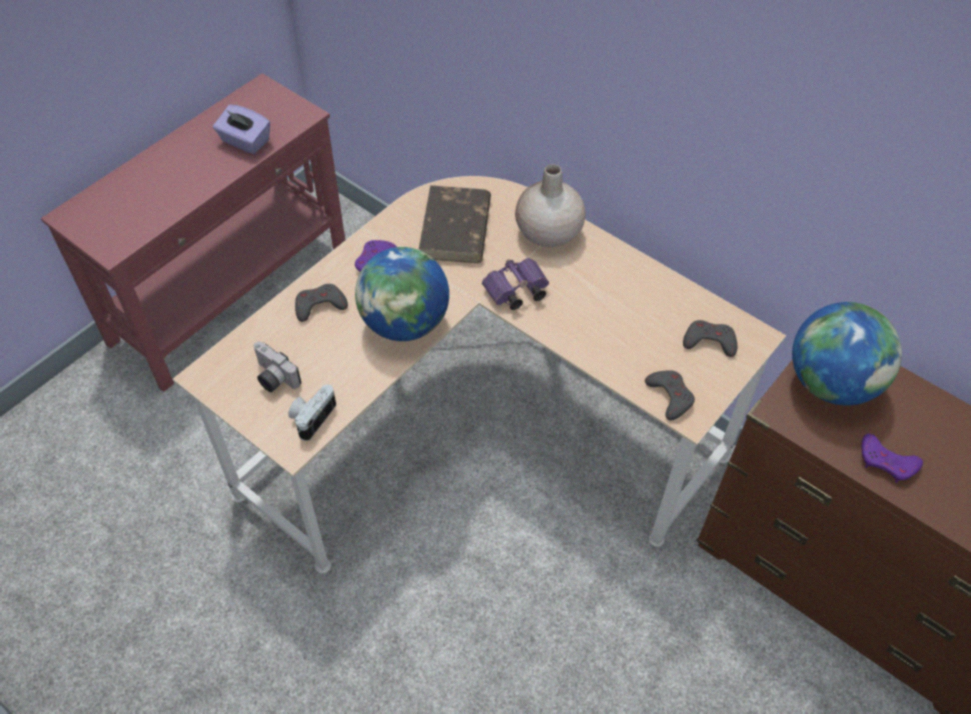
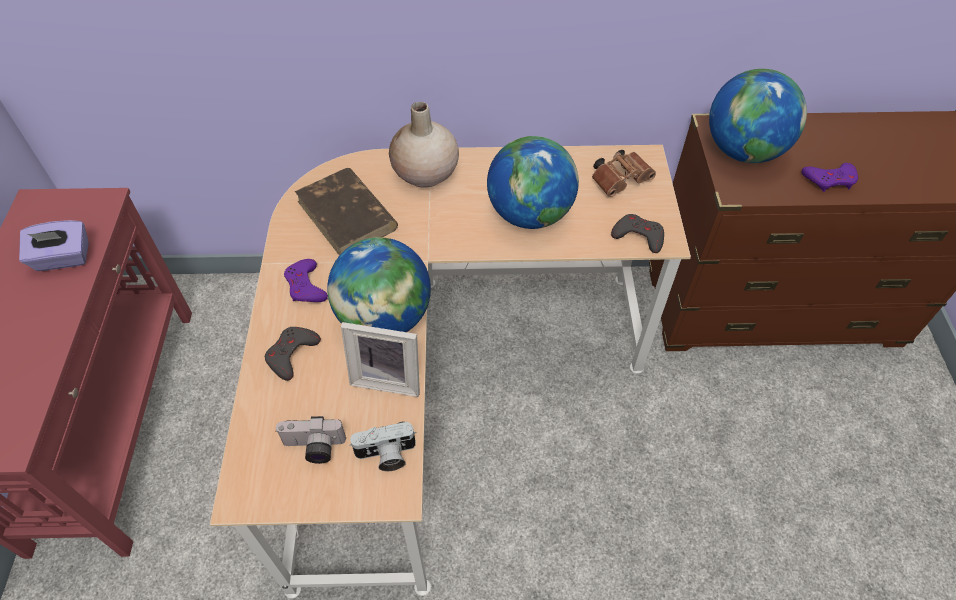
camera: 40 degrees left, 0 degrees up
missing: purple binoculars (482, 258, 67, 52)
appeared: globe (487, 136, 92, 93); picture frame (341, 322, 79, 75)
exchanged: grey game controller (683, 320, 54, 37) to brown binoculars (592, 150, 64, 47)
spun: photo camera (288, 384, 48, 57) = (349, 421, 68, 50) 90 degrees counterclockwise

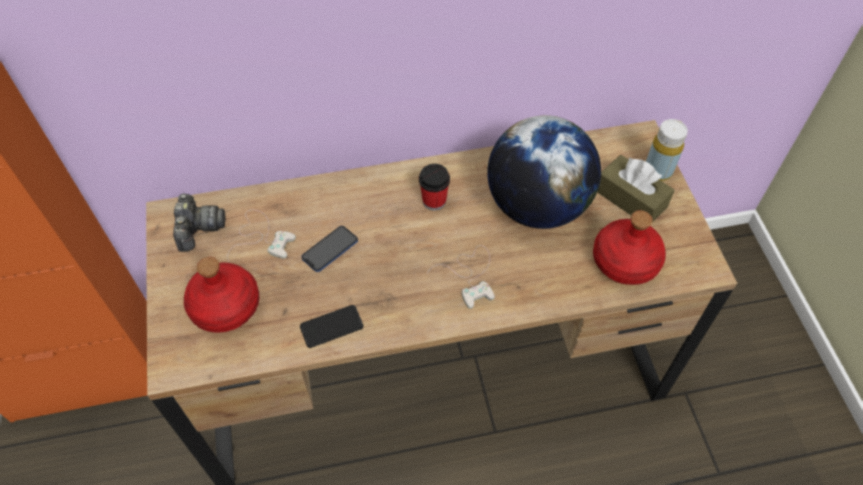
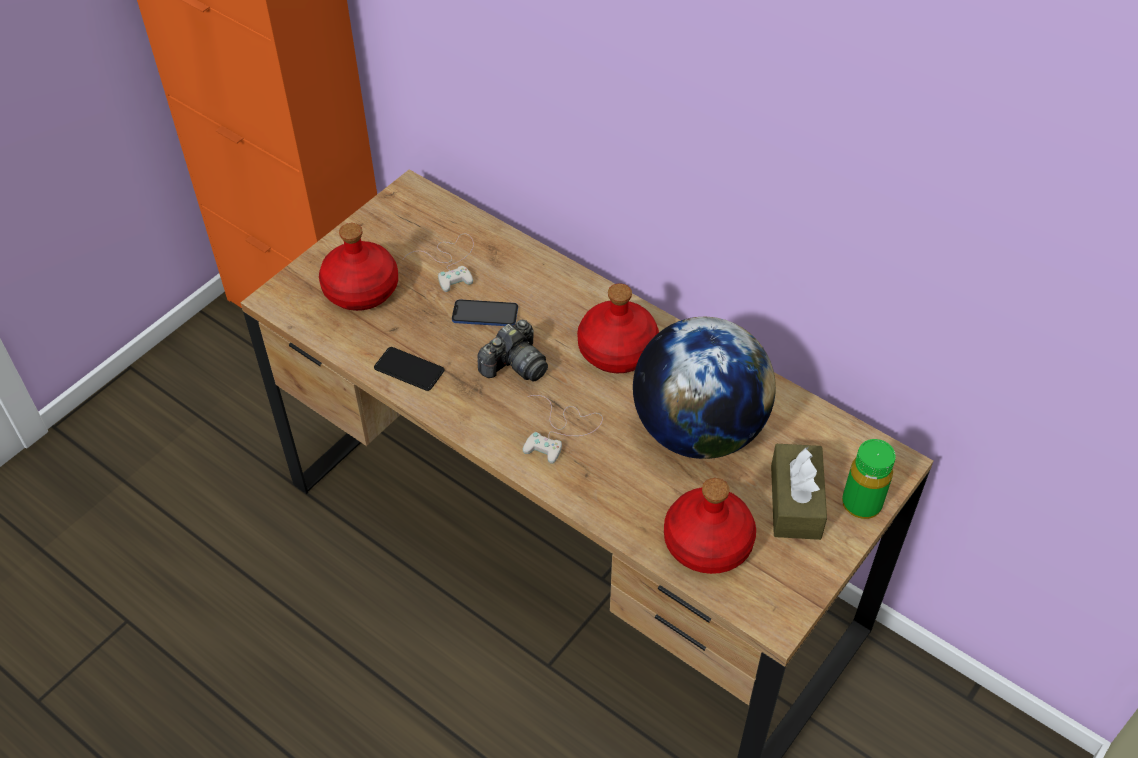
camera: 50 degrees right, 5 degrees down
relocated: photo camera (173, 193, 52, 59) to (478, 320, 70, 62)
exchanged: cup (419, 164, 31, 47) to red bottle (577, 284, 82, 89)
colour: yellow bottle (646, 119, 42, 62) to green bottle (842, 439, 54, 80)

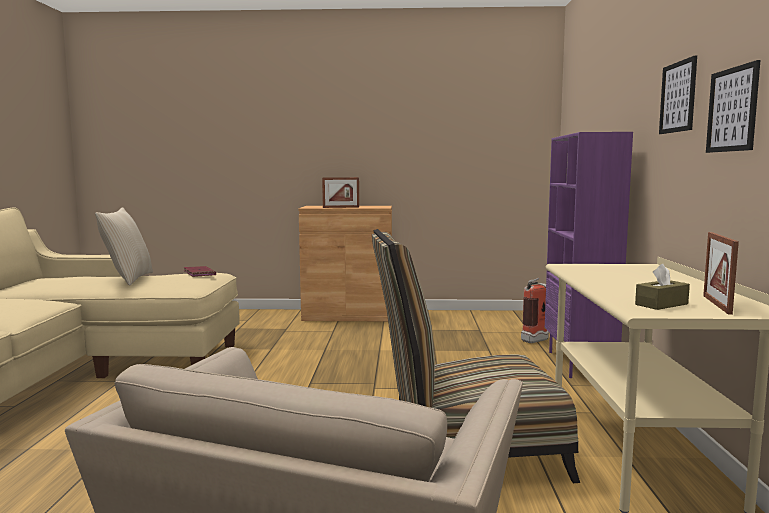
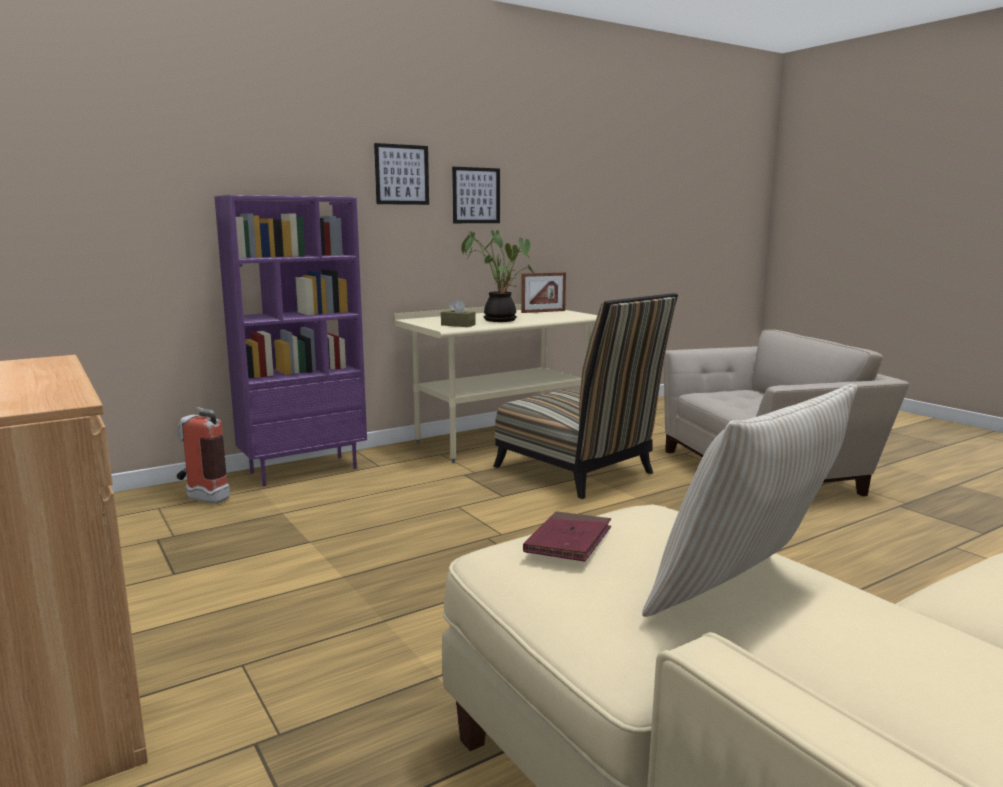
camera: 125 degrees left, 5 degrees up
missing: picture frame (322, 177, 37, 31)
appeared: potted plant (461, 230, 73, 92)
relocated: brown tissue box (635, 264, 55, 46) to (441, 299, 35, 28)

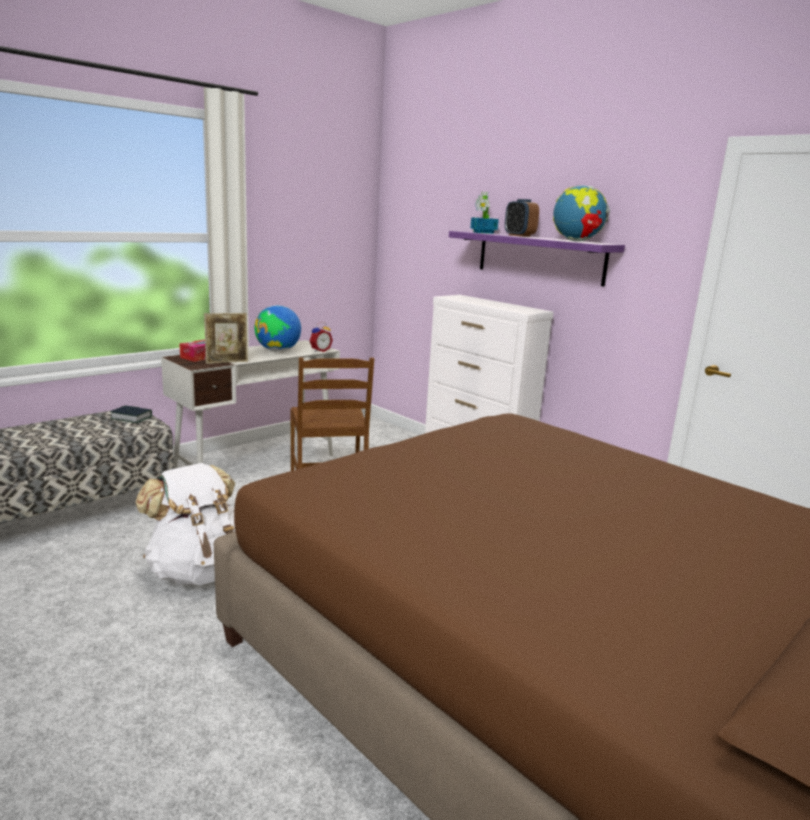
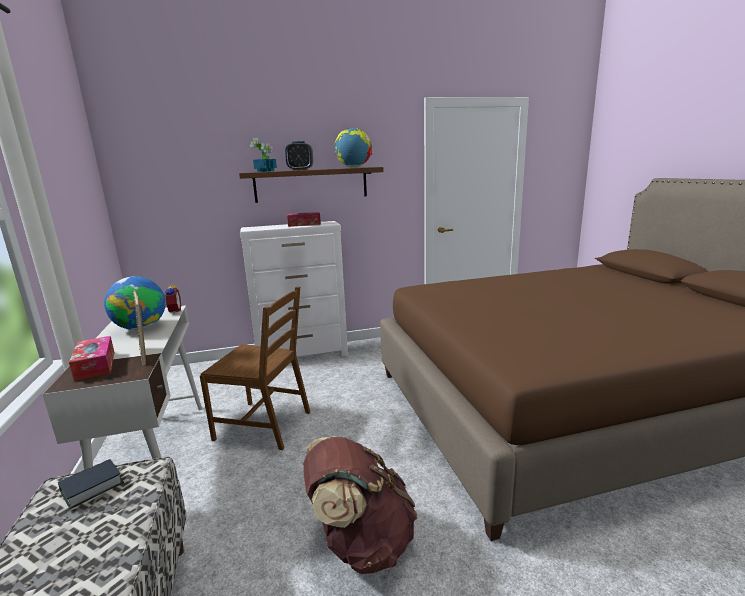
camera: 60 degrees left, 0 degrees up
appeared: tissue box (287, 212, 34, 15)
colour: purple shelf (449, 231, 176, 55) to brown shelf (239, 167, 144, 36); white backpack (135, 463, 100, 122) to brown backpack (303, 436, 114, 138)
spun: picture frame (204, 313, 44, 51) = (133, 291, 13, 75) 150 degrees clockwise

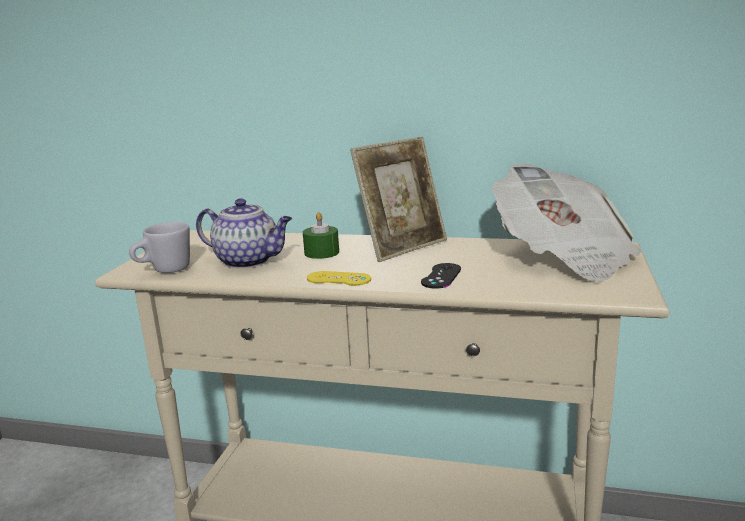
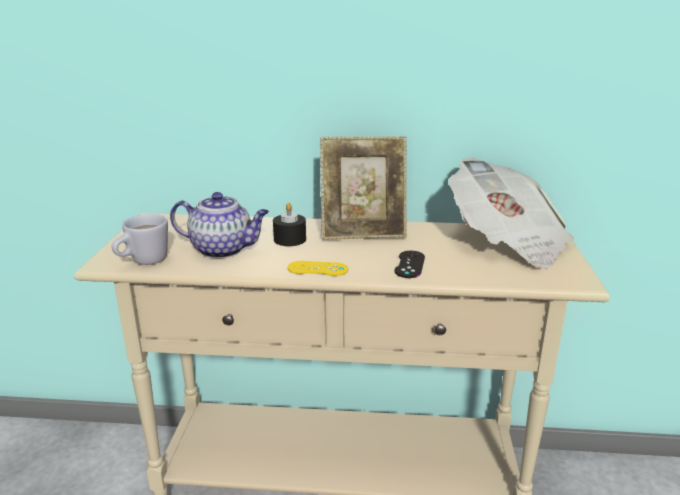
camera: 10 degrees left, 5 degrees up
colour: green candle (303, 212, 36, 47) to black candle (273, 203, 33, 43)
spun: picture frame (350, 137, 97, 125) = (320, 136, 87, 104) 45 degrees clockwise

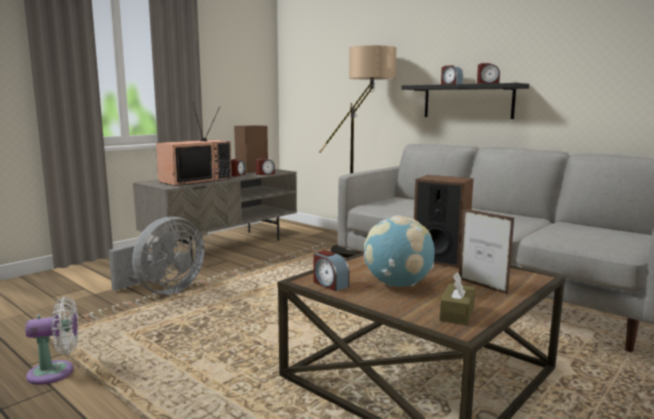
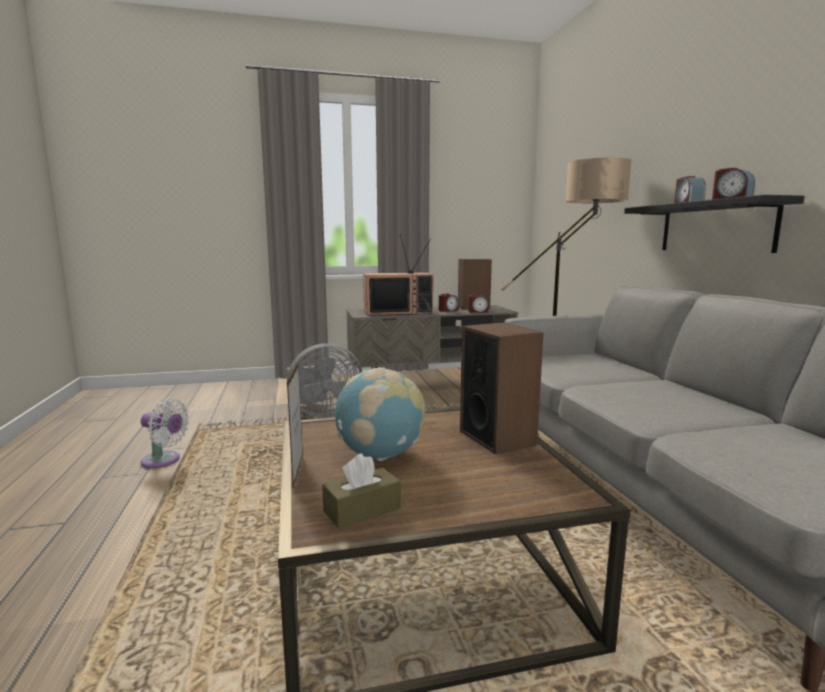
camera: 35 degrees right, 0 degrees up
missing: alarm clock (314, 250, 35, 41)
relocated: picture frame (459, 208, 55, 87) to (287, 363, 16, 125)

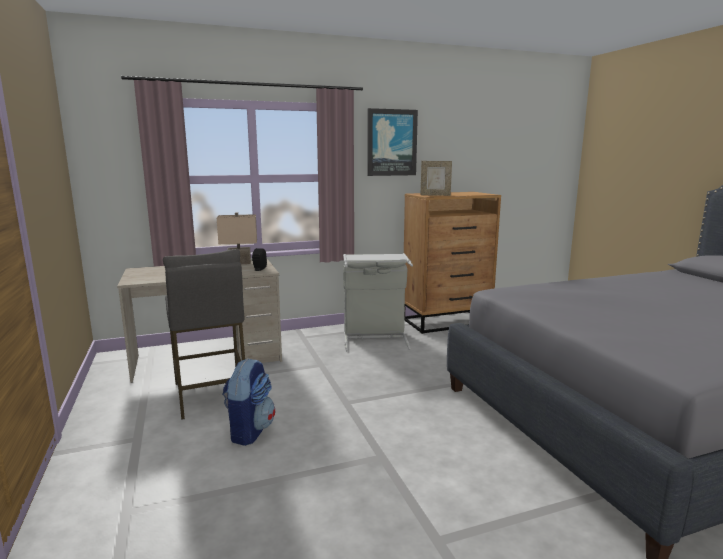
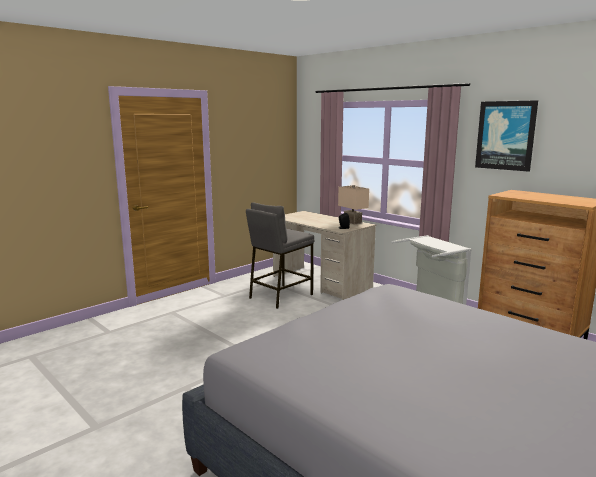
camera: 65 degrees right, 0 degrees up
missing: picture frame (420, 161, 32, 35); backpack (222, 358, 53, 88)

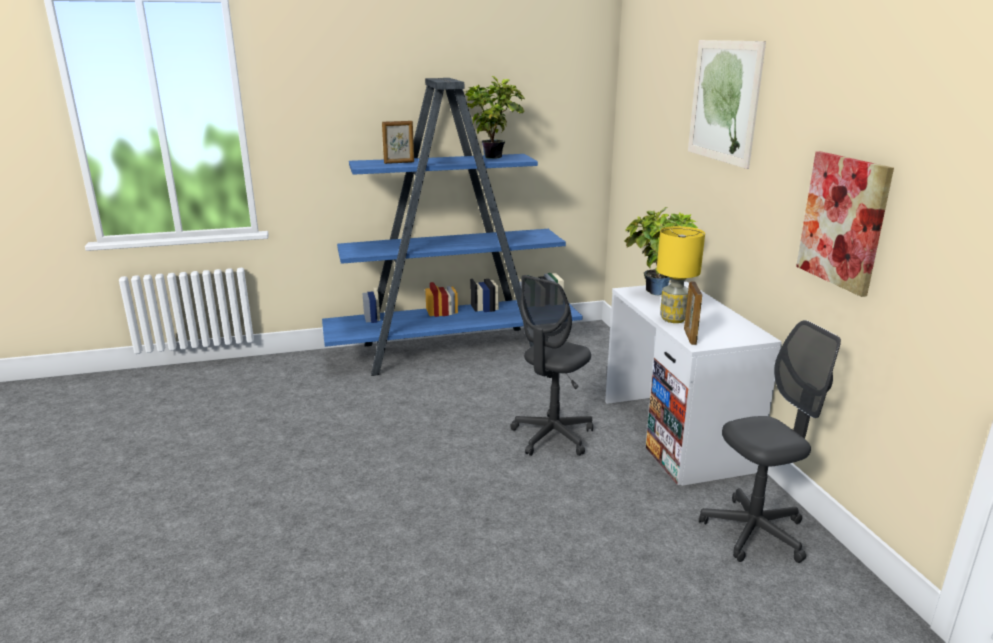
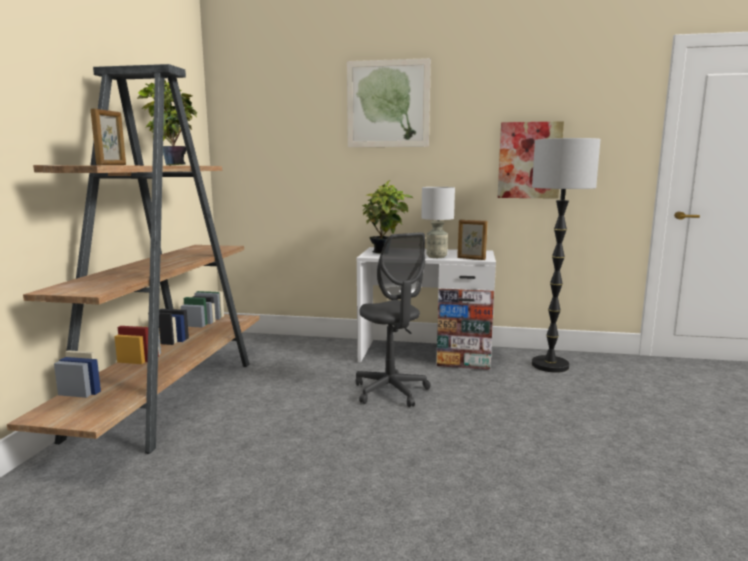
camera: 65 degrees left, 10 degrees down
exchanged: grey office chair (699, 320, 142, 243) to floor lamp (532, 138, 69, 235)
colour: blue bookcase (322, 78, 261, 298) to brown bookcase (7, 64, 253, 390); yellow table lamp (657, 226, 48, 97) to grey table lamp (421, 187, 34, 71)

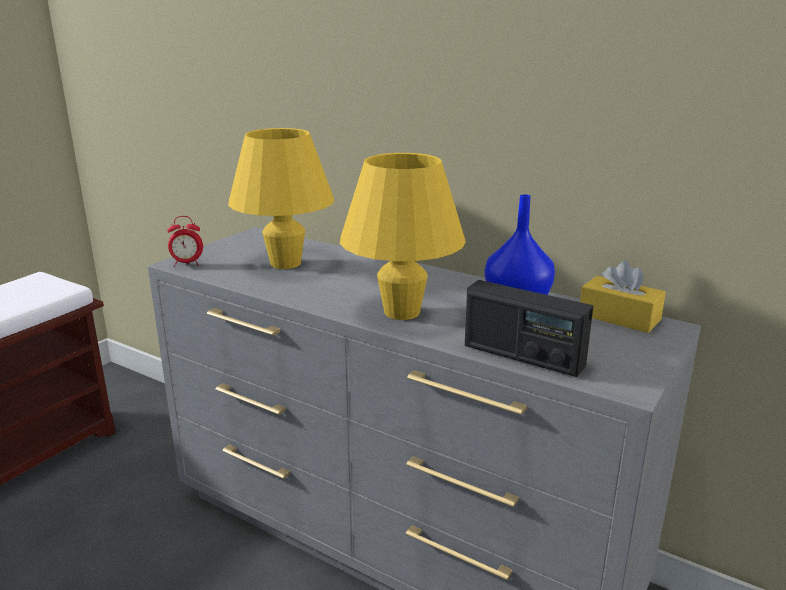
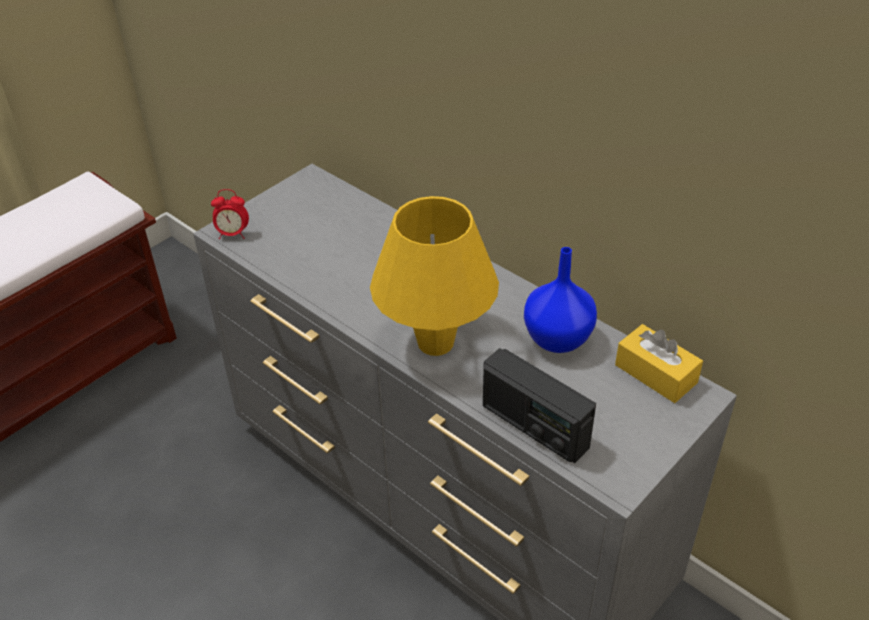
camera: 10 degrees right, 20 degrees up
missing: yellow table lamp (228, 128, 107, 141)

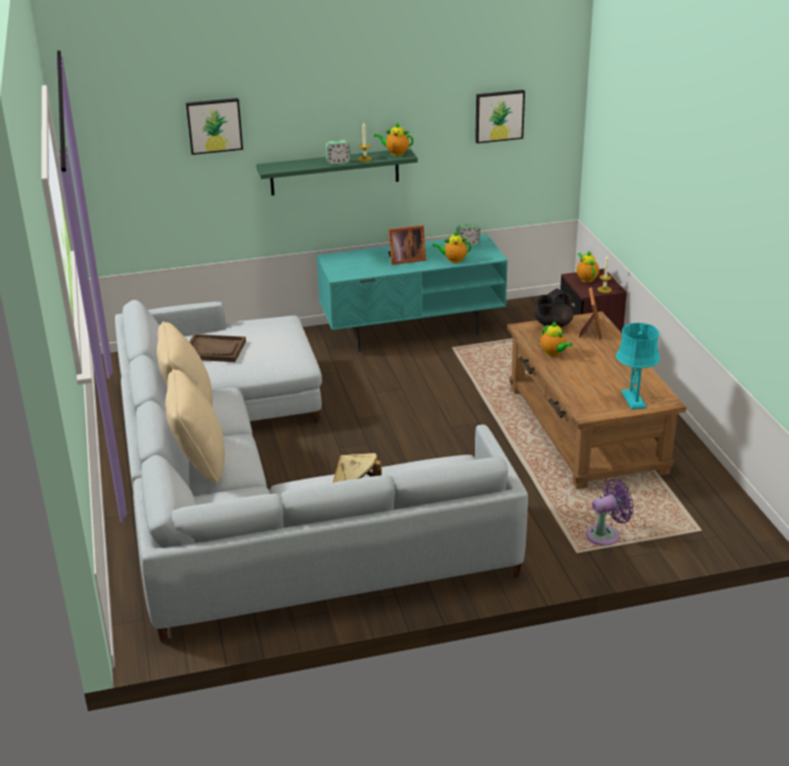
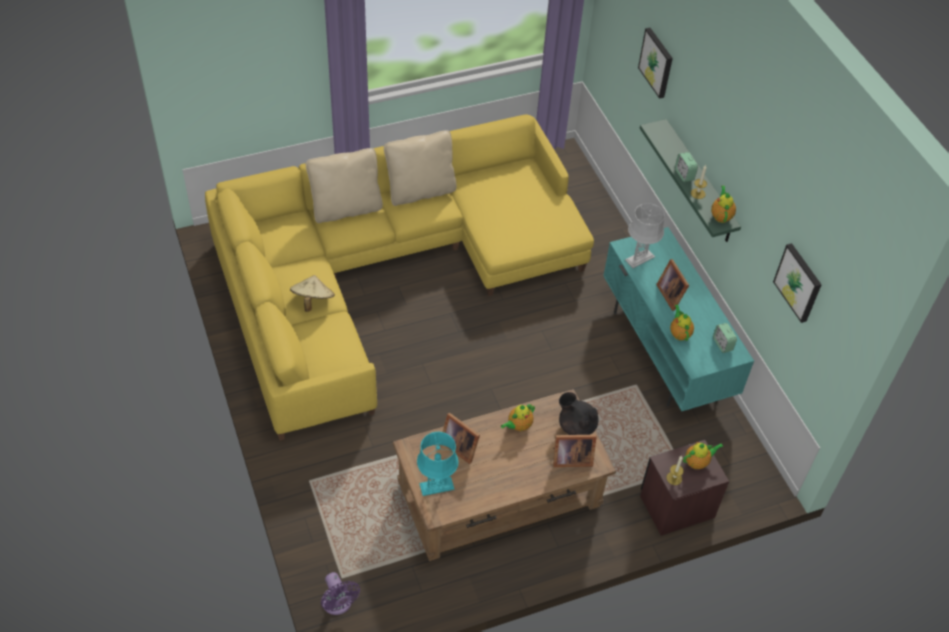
camera: 80 degrees right, 20 degrees up
missing: brown tray (189, 334, 57, 28)
appeared: grey table lamp (625, 203, 40, 65); picture frame (442, 413, 38, 51)
relocated: purple fan (586, 479, 48, 67) to (321, 572, 39, 43)
colour: grey sofa (115, 300, 413, 342) to yellow sofa (205, 115, 389, 326)

